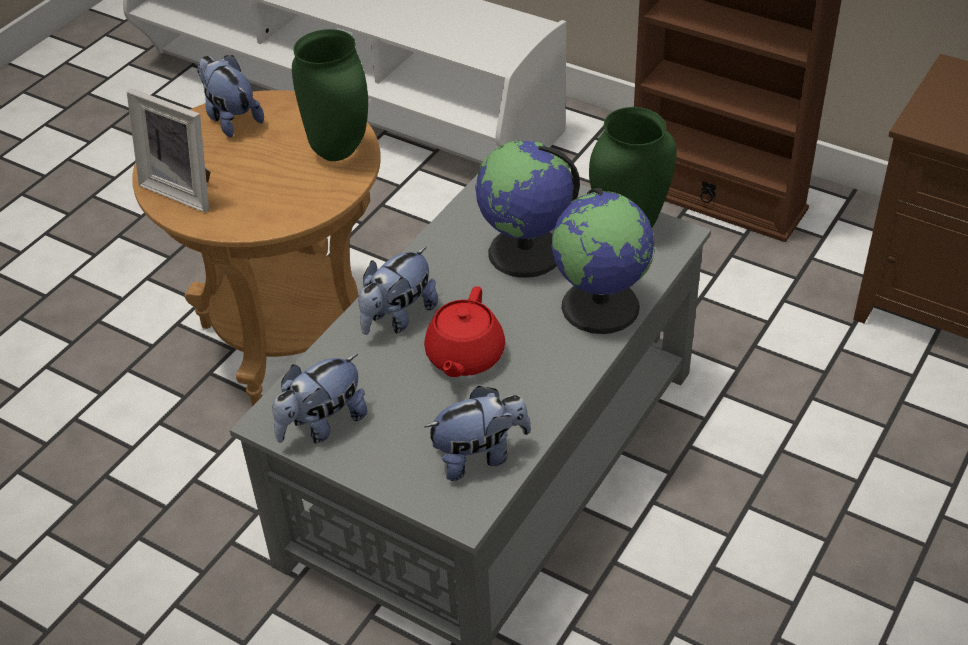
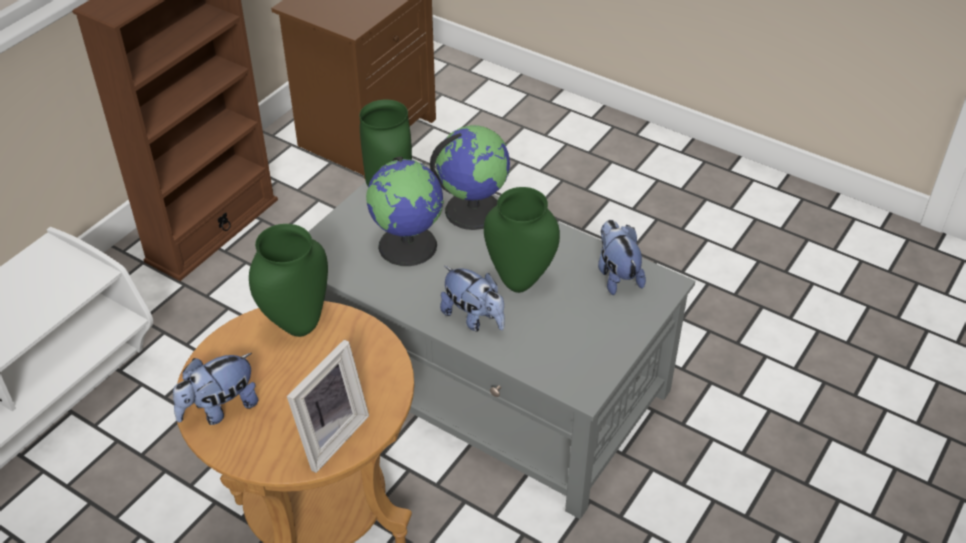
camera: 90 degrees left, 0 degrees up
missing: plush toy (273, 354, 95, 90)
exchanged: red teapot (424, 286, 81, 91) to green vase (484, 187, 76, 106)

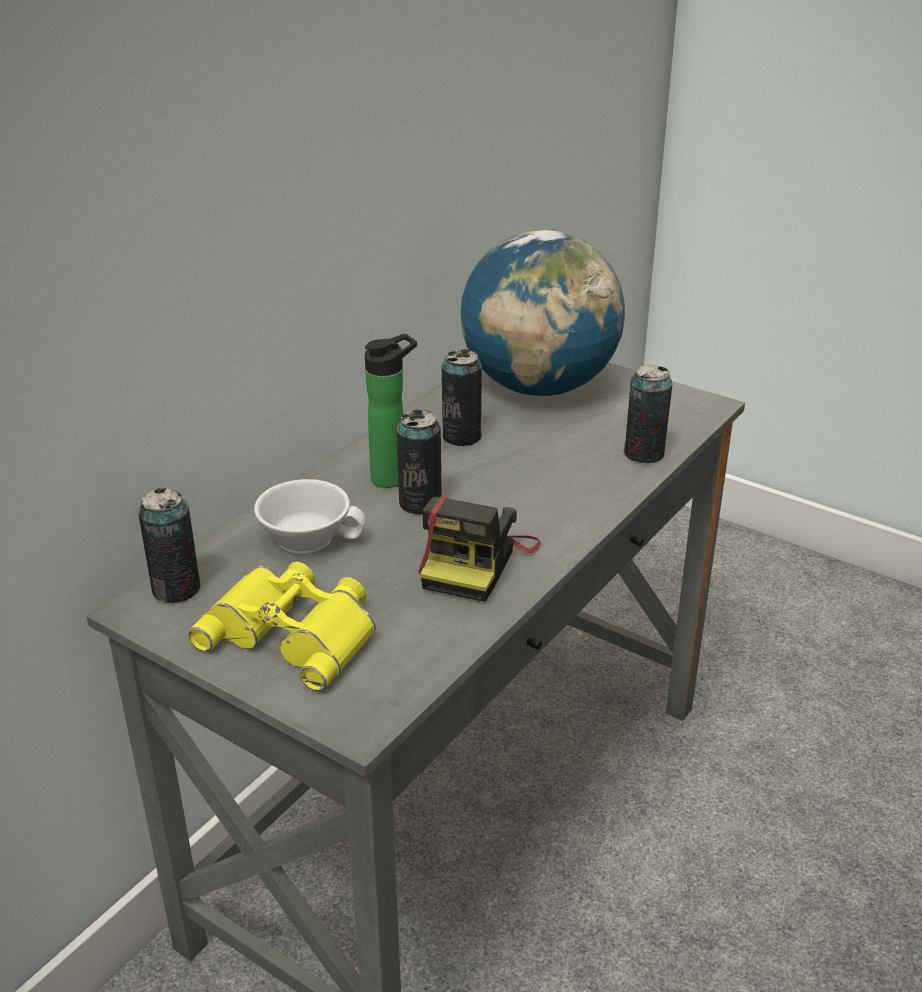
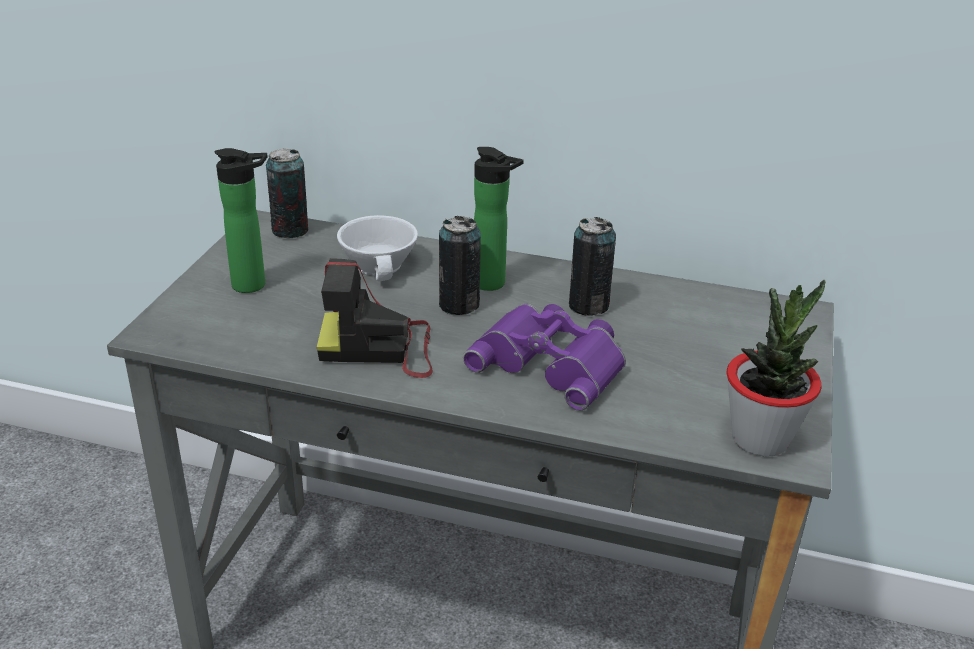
camera: 70 degrees right, 0 degrees up
missing: globe (460, 229, 165, 167); can (623, 364, 49, 100)
appeared: potted plant (726, 280, 99, 177); purple binoculars (463, 303, 163, 108)
exchanged: yellow binoculars (188, 562, 188, 129) to bottle (215, 148, 53, 145)

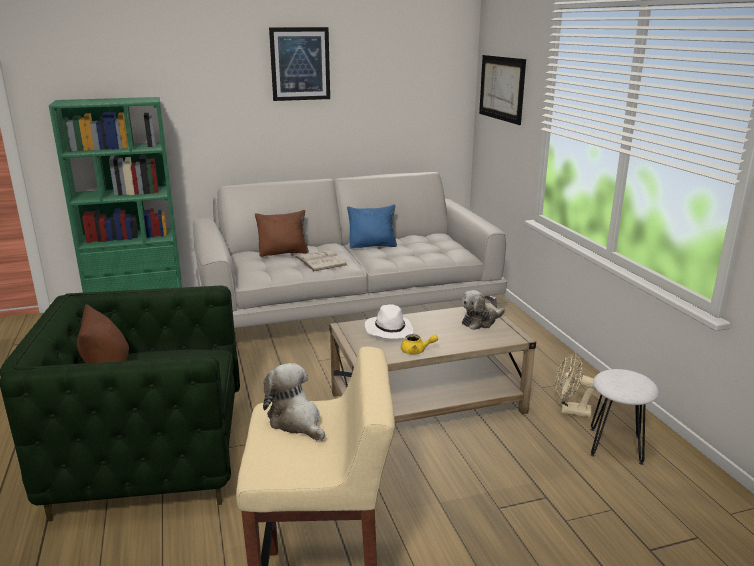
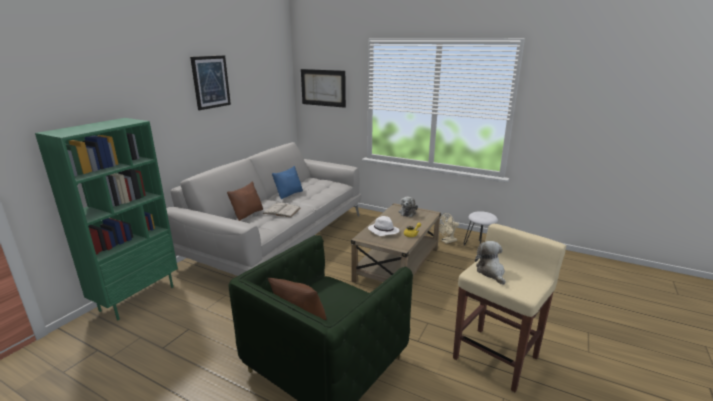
camera: 45 degrees left, 0 degrees up
spun: plush toy (263, 363, 62, 77) = (475, 241, 30, 44) 75 degrees clockwise

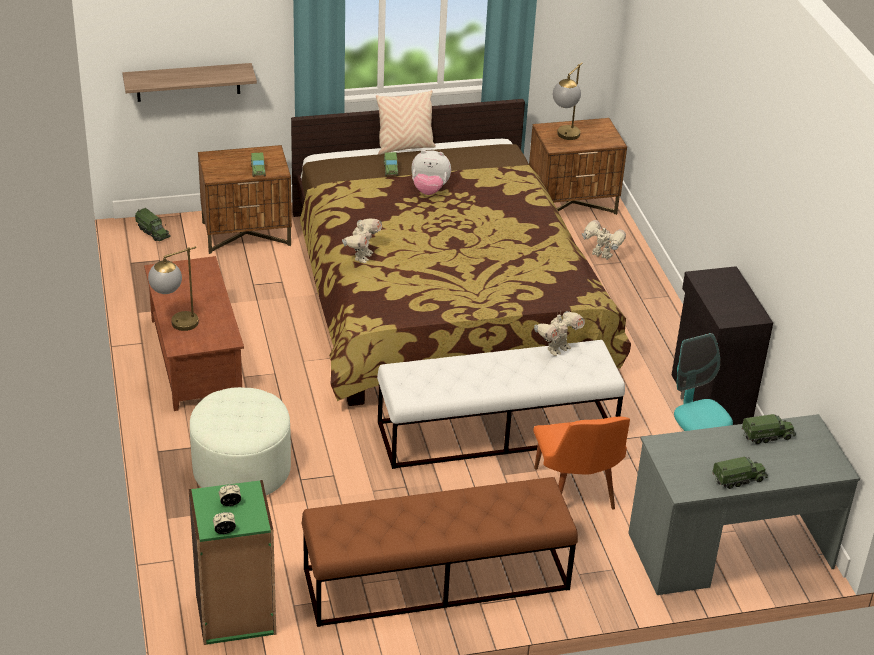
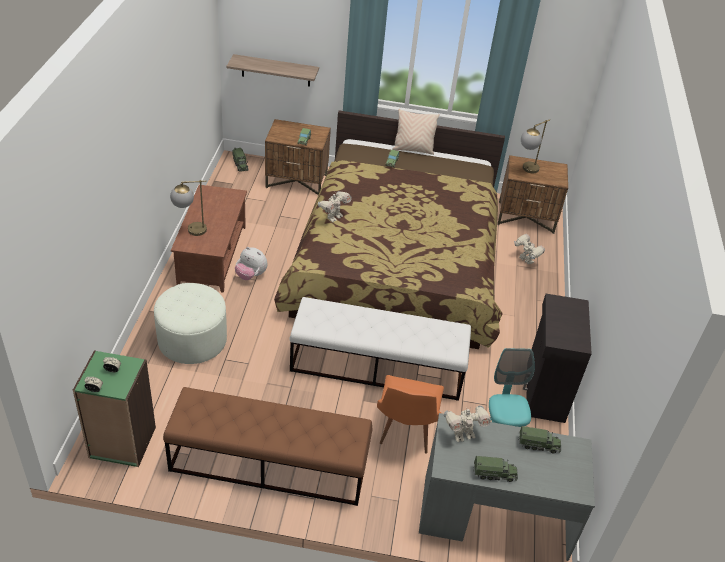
camera: 20 degrees right, 5 degrees up
relocated: plush toy (411, 150, 40, 45) to (235, 247, 32, 33); toy robot (534, 310, 51, 46) to (444, 405, 46, 37)

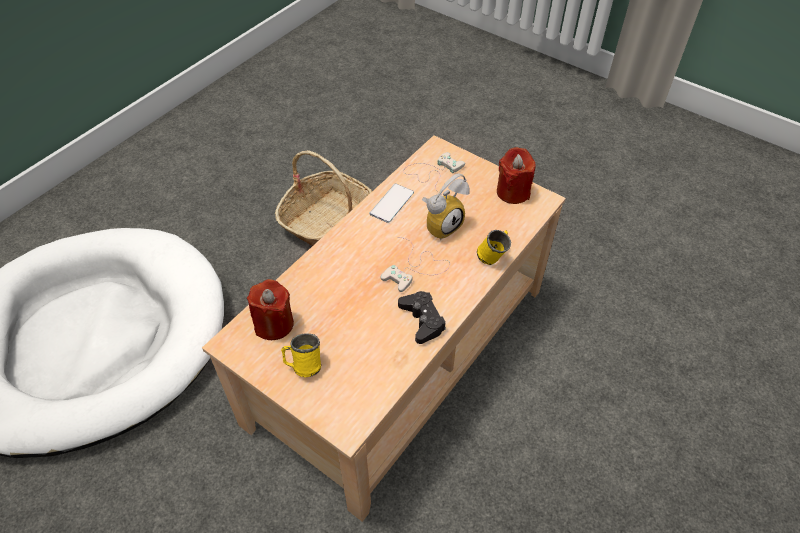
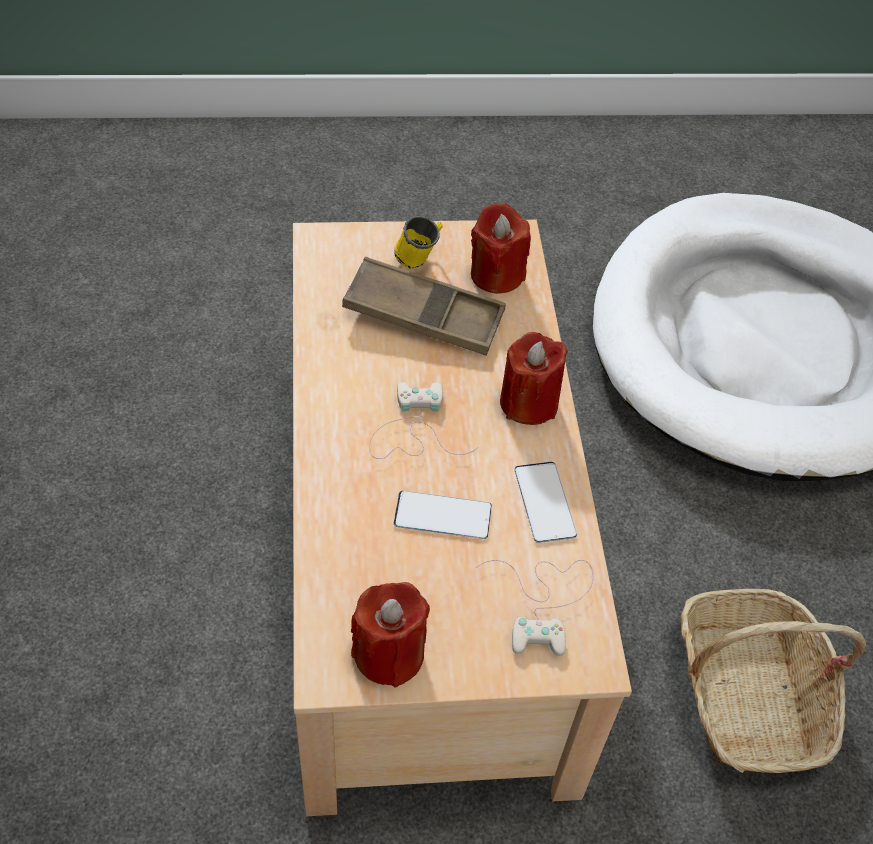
camera: 135 degrees right, 0 degrees up
missing: yellow mug (477, 230, 34, 35); black game controller (398, 291, 48, 53)
appeared: brown tray (342, 257, 164, 99); red candle (500, 332, 68, 93)
exchanged: alarm clock (422, 173, 48, 67) to phone (393, 490, 99, 49)

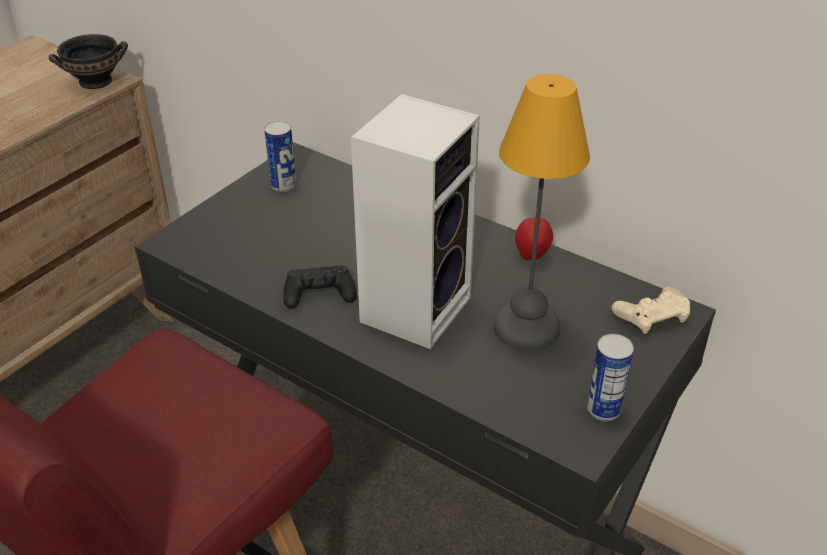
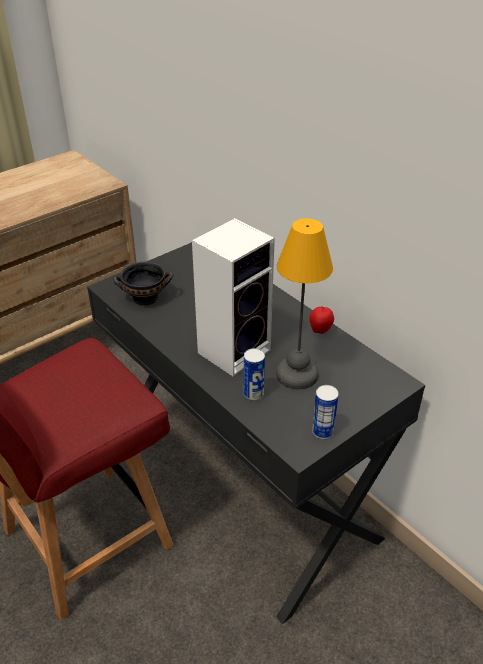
camera: 15 degrees right, 0 degrees up
missing: black game controller (283, 265, 74, 44); beige game controller (611, 286, 79, 48)
relocated: black bowl (49, 34, 79, 55) to (113, 262, 60, 43); can (264, 121, 32, 71) to (244, 348, 21, 53)

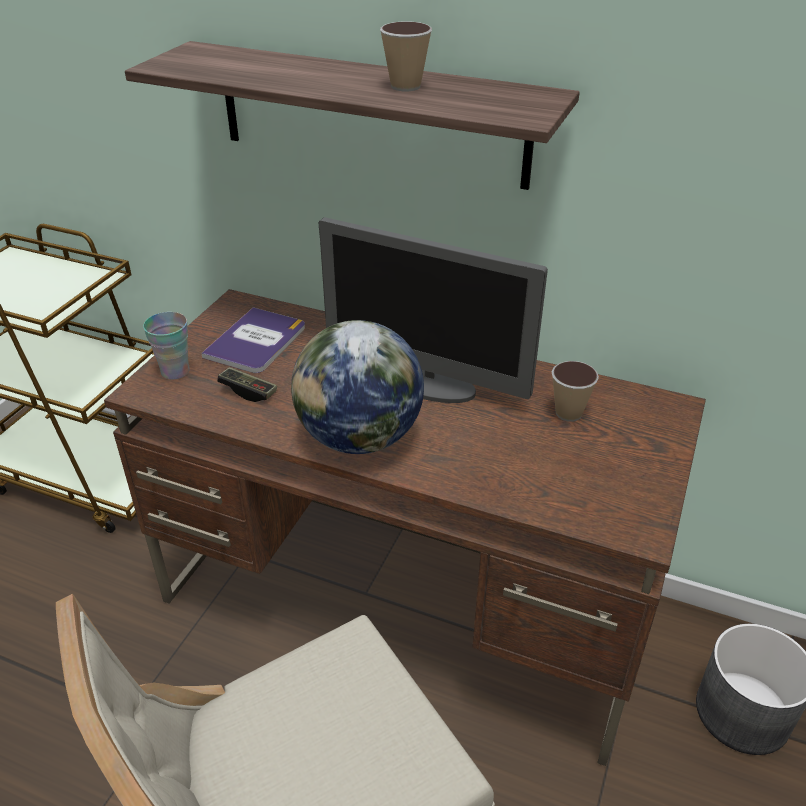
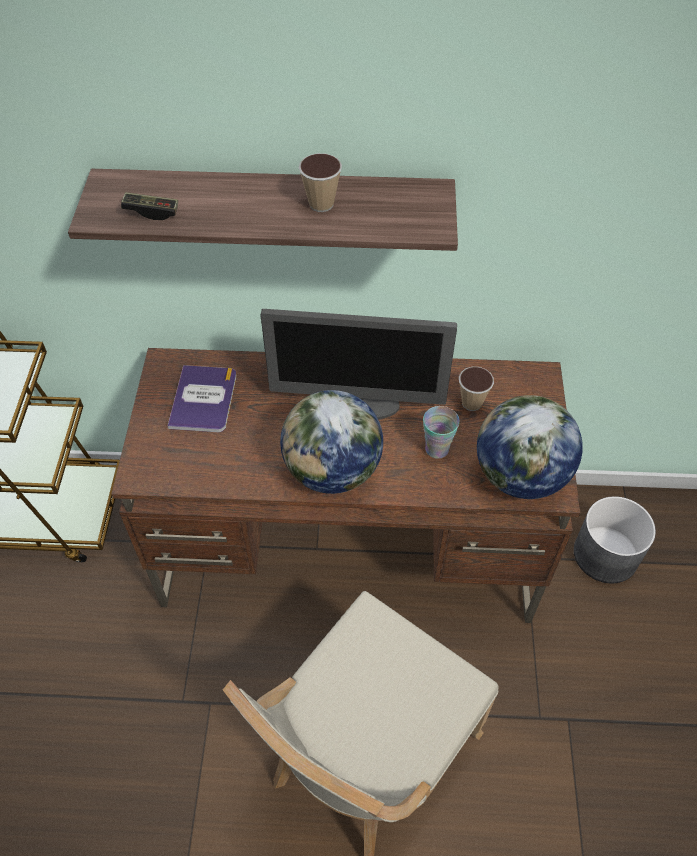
camera: 20 degrees left, 15 degrees up
appeared: globe (477, 395, 106, 104)
relocated: cup (143, 312, 47, 68) to (423, 406, 37, 53); game controller (217, 367, 60, 35) to (121, 192, 57, 28)

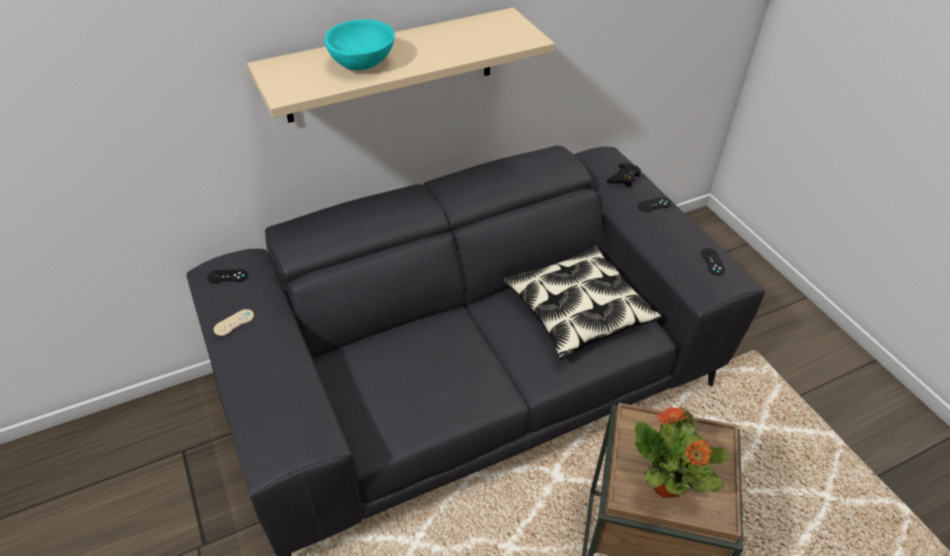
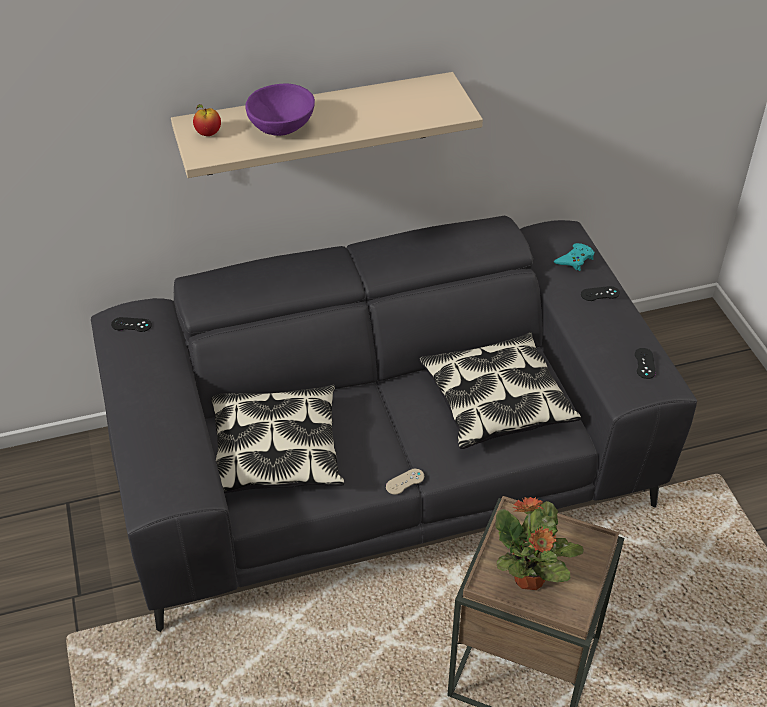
camera: 10 degrees right, 0 degrees up
appeared: apple (193, 104, 28, 32); pillow (211, 385, 133, 108)
relocated: beige game controller (214, 309, 40, 27) to (386, 469, 38, 26)
colour: turquoise bowl (324, 19, 71, 51) to purple bowl (245, 84, 70, 52); black game controller (607, 164, 34, 23) to turquoise game controller (554, 243, 40, 28)

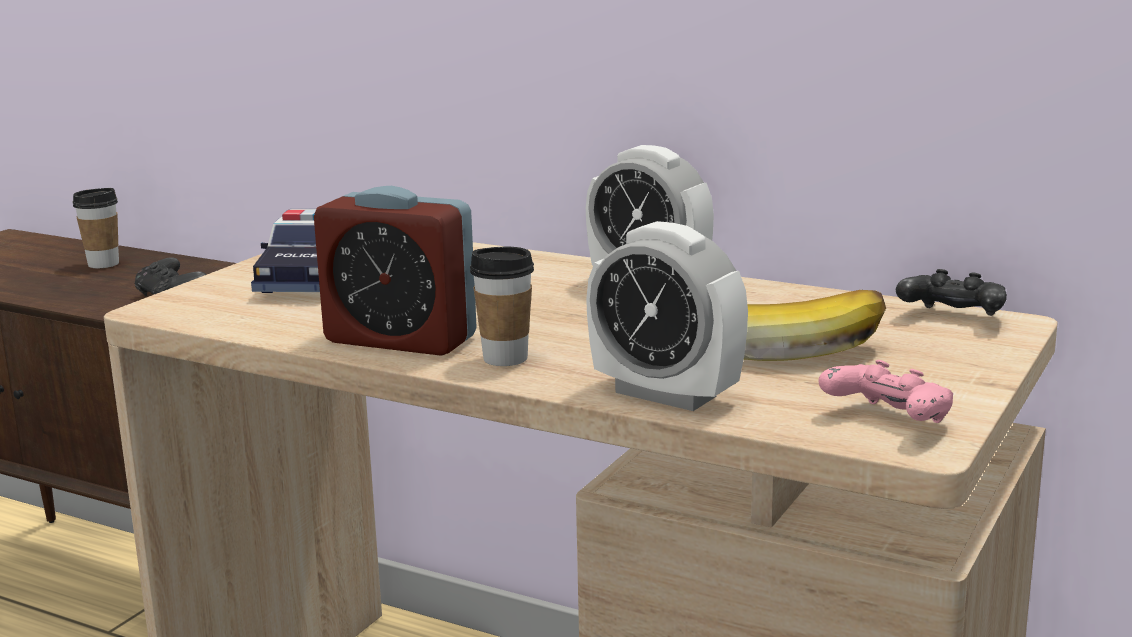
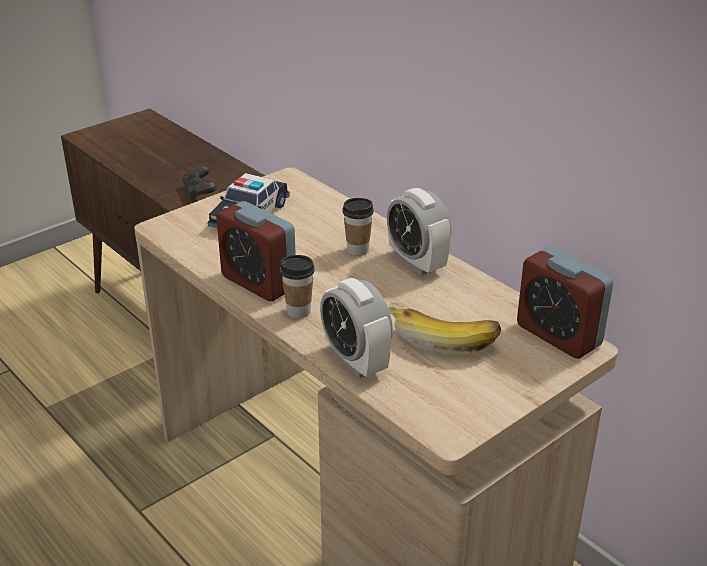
camera: 20 degrees right, 15 degrees up
missing: pink game controller (818, 360, 135, 63)
relocated: cup (72, 188, 47, 80) to (343, 198, 31, 58)
exchanged: black game controller (896, 269, 111, 47) to alarm clock (517, 247, 97, 112)

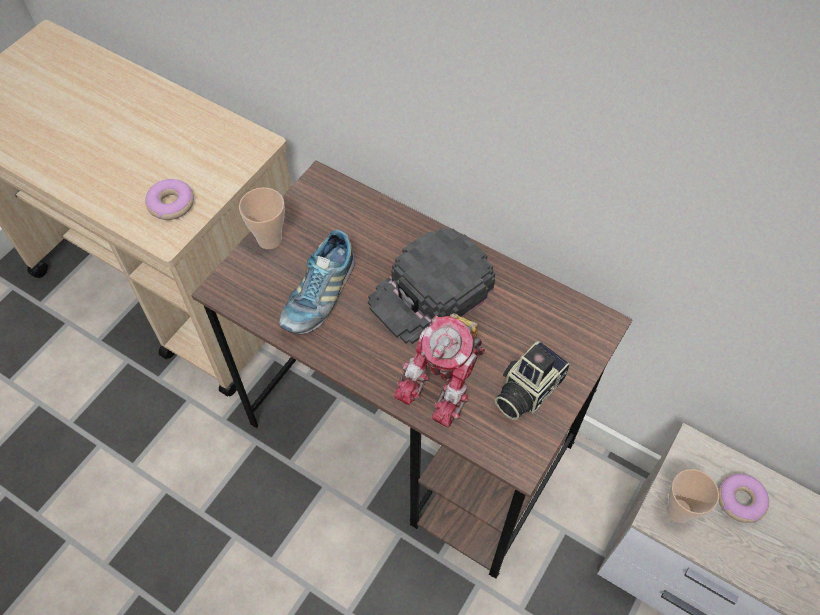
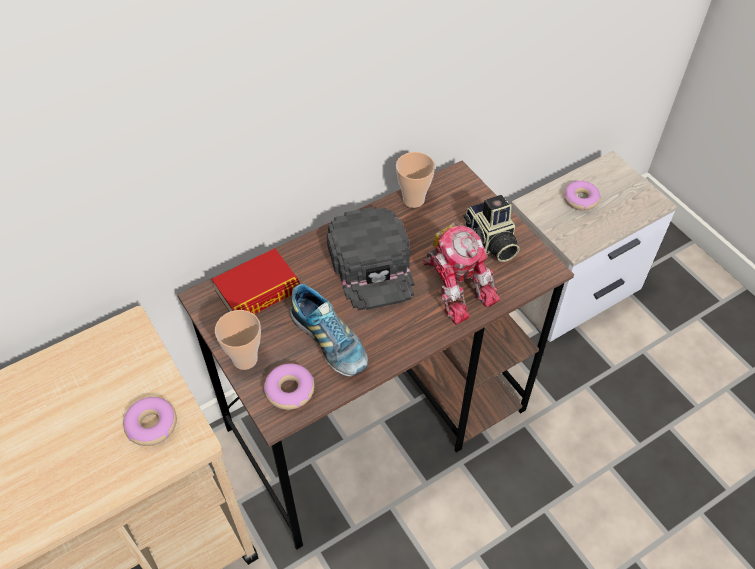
camera: 65 degrees left, 5 degrees down
appeared: book (212, 248, 88, 66); donut (264, 363, 50, 47)
relocated: cup (666, 469, 53, 54) to (396, 152, 39, 56)

